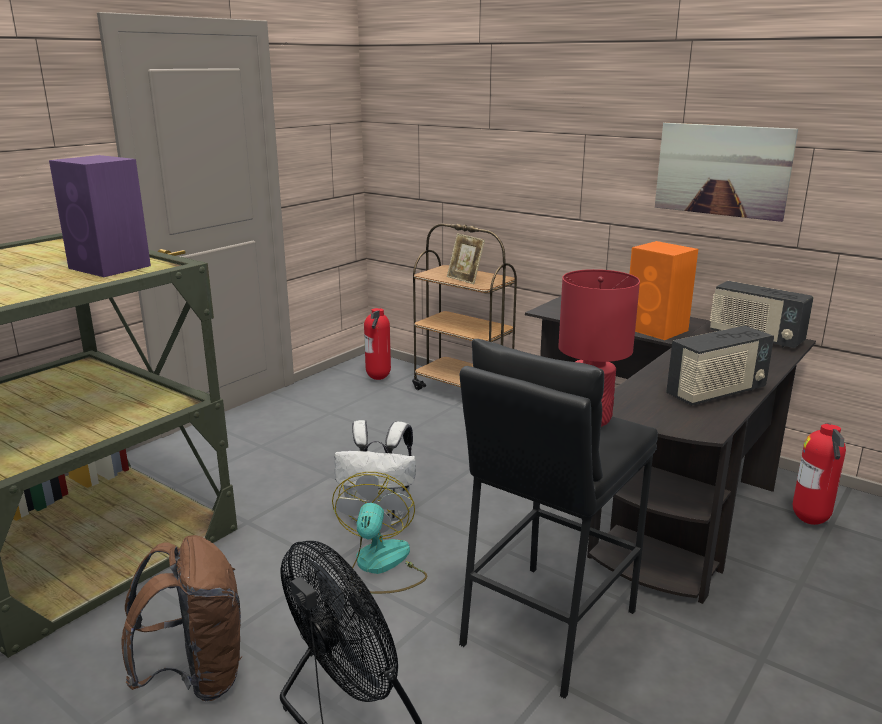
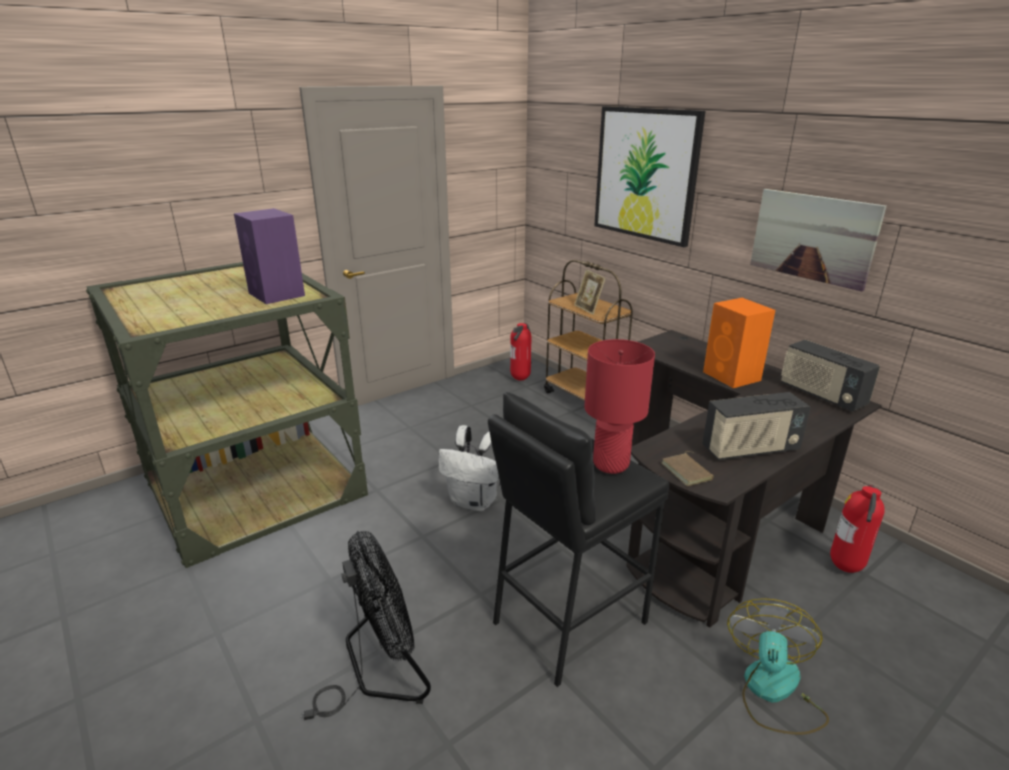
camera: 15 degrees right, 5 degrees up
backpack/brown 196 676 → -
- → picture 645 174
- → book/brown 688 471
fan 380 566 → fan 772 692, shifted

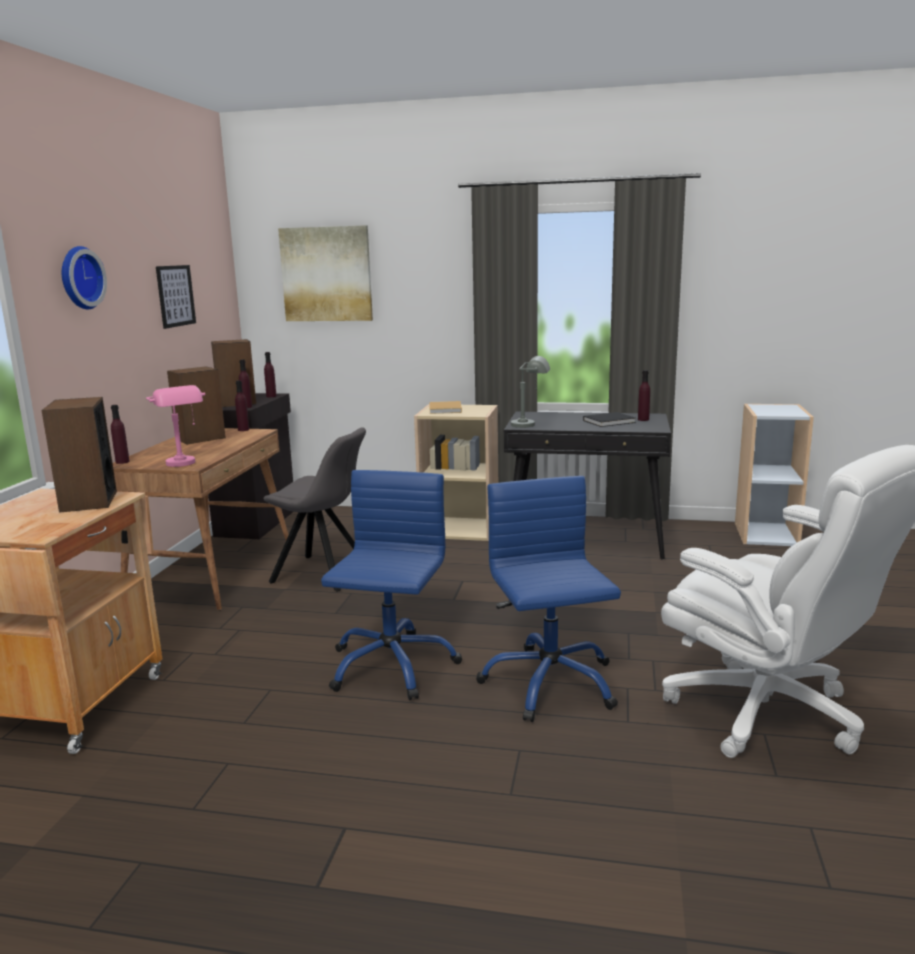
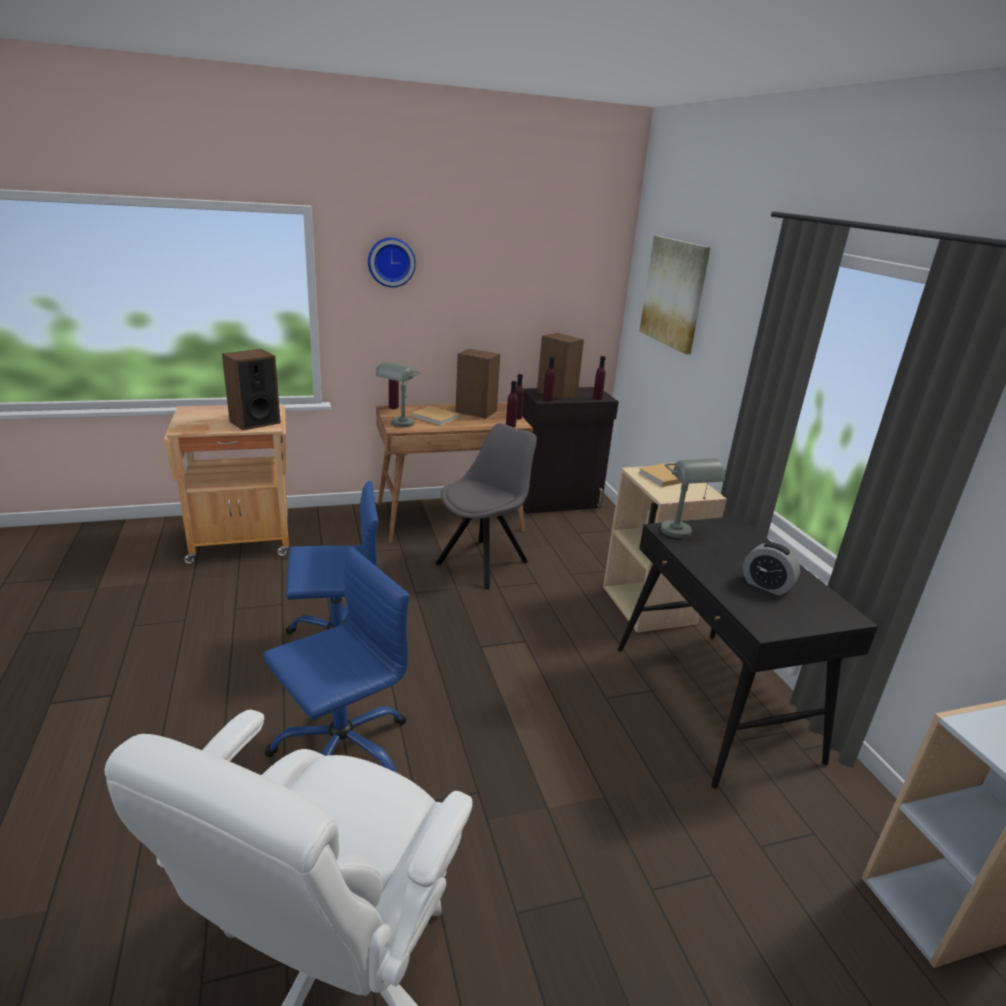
camera: 60 degrees right, 10 degrees up
picture 175 296 → -
- → book/beige 436 417
bottle/purple 643 419 → bottle/purple 510 426, shifted
book/black 610 421 → alarm clock 766 586
table lamp/pink 185 465 → table lamp/grey 399 425
chair/grey 322 573 → chair/grey 483 562, 135 degrees counterclockwise

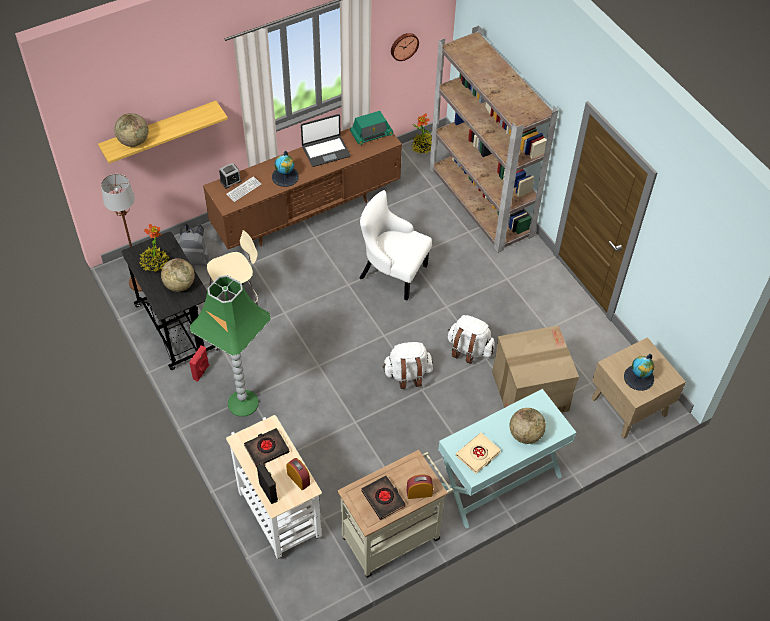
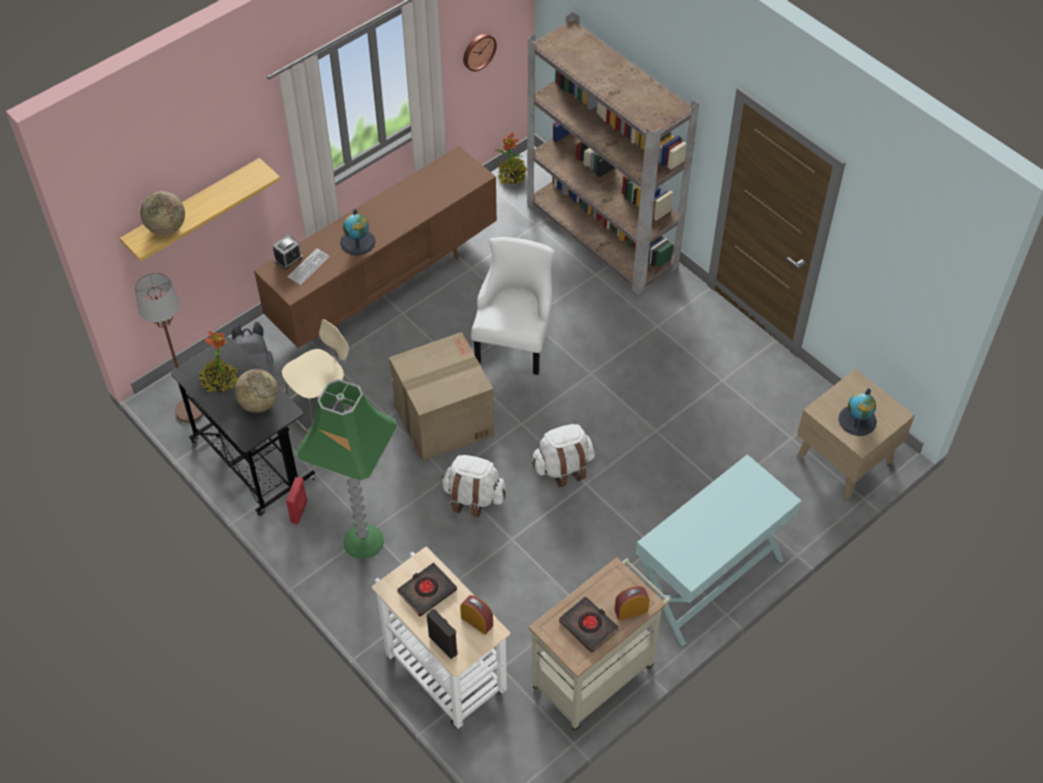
camera: 10 degrees left, 0 degrees up
laptop 325 151 → -
radio 371 134 → -
book/beige 478 454 → -
globe 525 434 → -
backpack/white 469 349 → backpack/white 473 497, shifted
cardboard box 529 391 → cardboard box 443 419, shifted
chair/white 394 274 → chair/white 515 343, 90 degrees clockwise

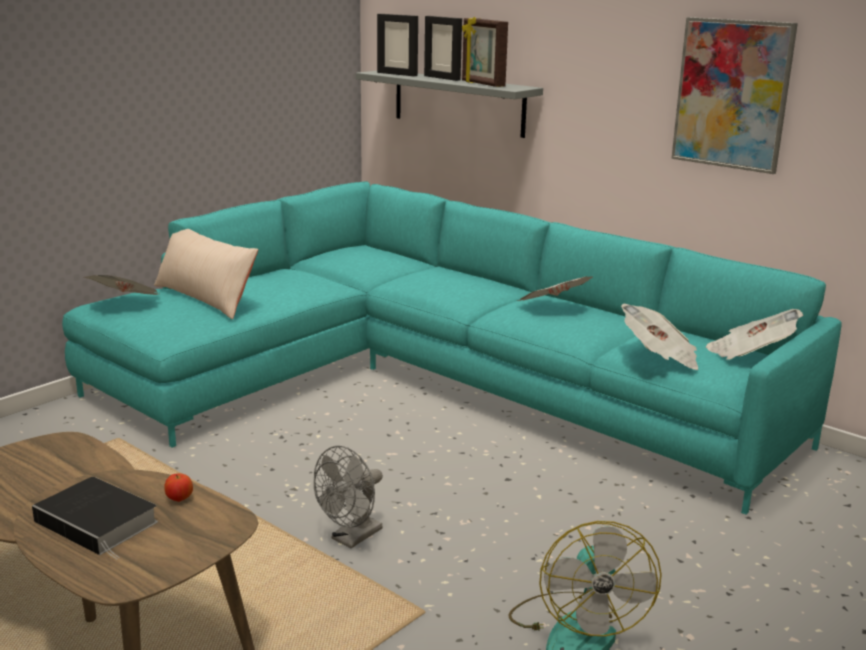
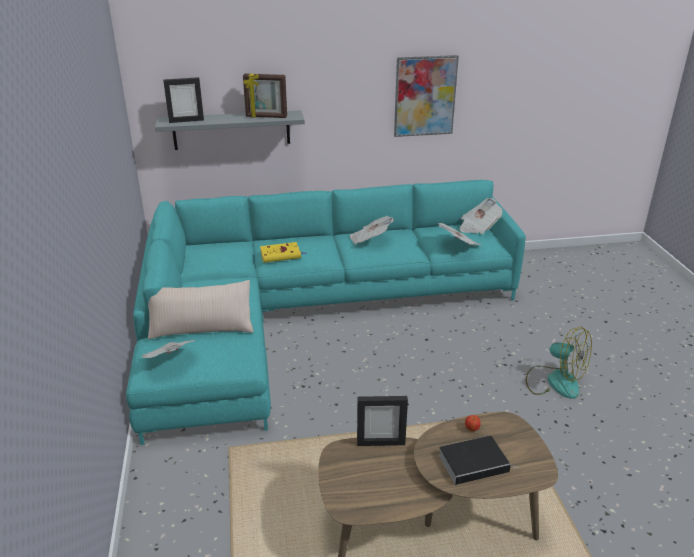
camera: 50 degrees left, 10 degrees up
fan/grey 351 538 → -
- → book/yellow 281 255
picture frame 442 78 → picture frame 380 442, shifted

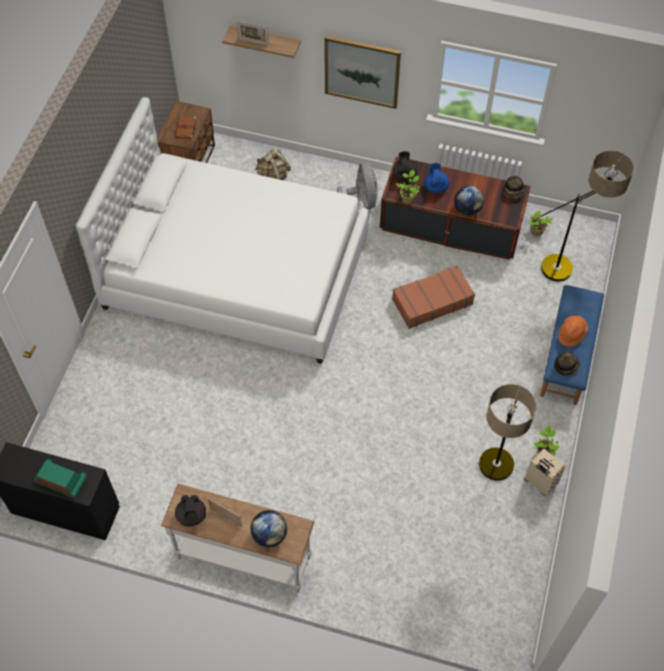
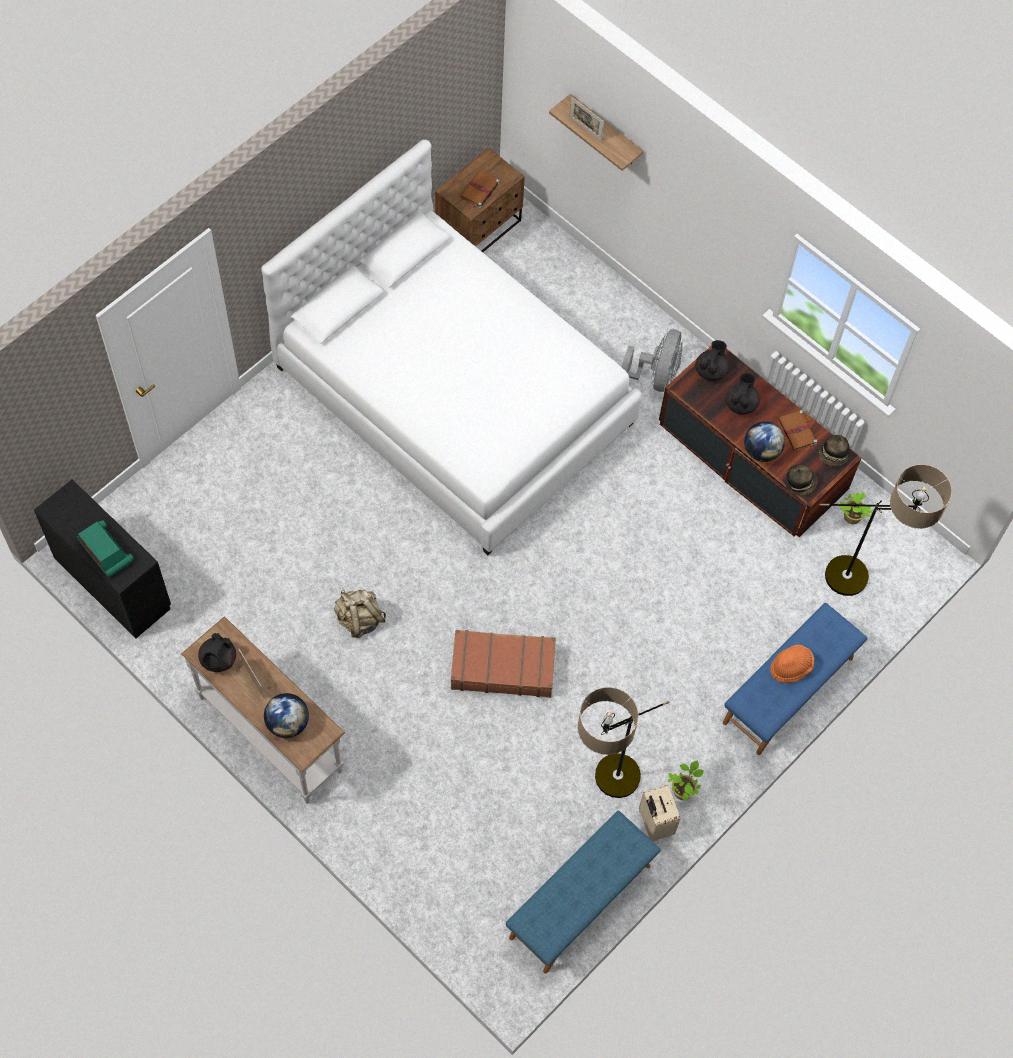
camera: 25 degrees right, 5 degrees up
picture 362 71 → -
potted plant 408 198 → -
- → bench/blue 581 902
- → book/brown 797 432
backpack/beige 273 177 → backpack/beige 359 619, shifted
suitcase/brown 432 301 → suitcase/brown 502 668, shifted
hat 566 366 → hat 800 483, shifted
teapot/blue 436 187 → teapot/black 741 404

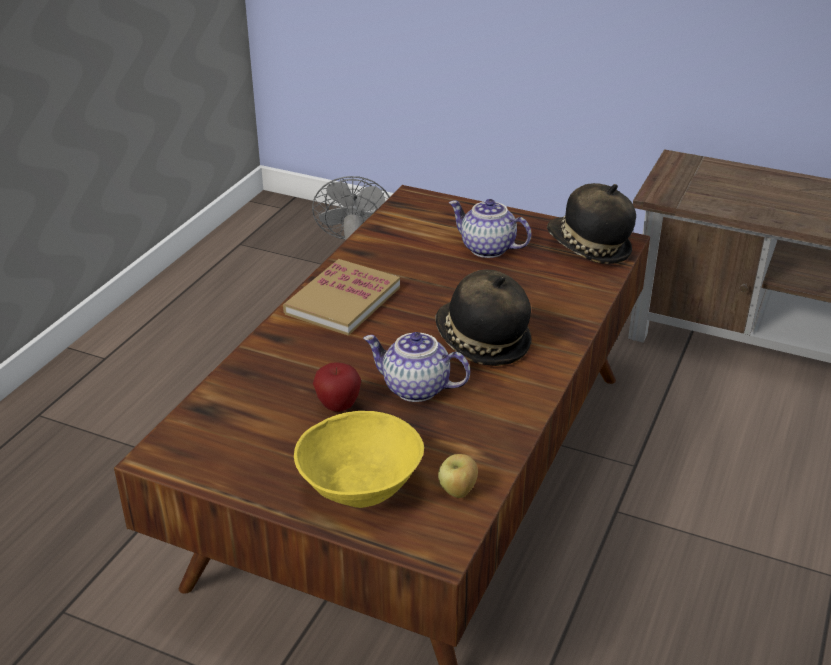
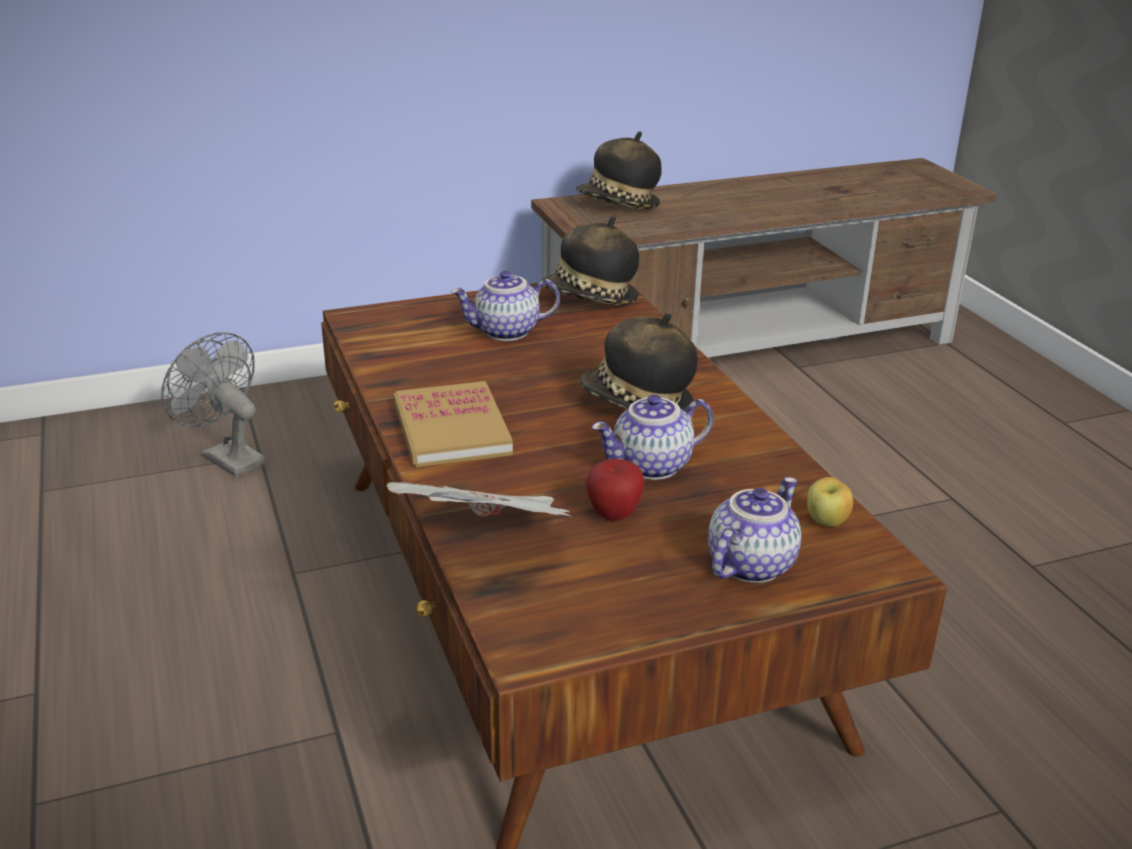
camera: 45 degrees left, 5 degrees down
- → newspaper 488 539
- → hat 618 205
bowl/yellow 359 485 → teapot 749 564

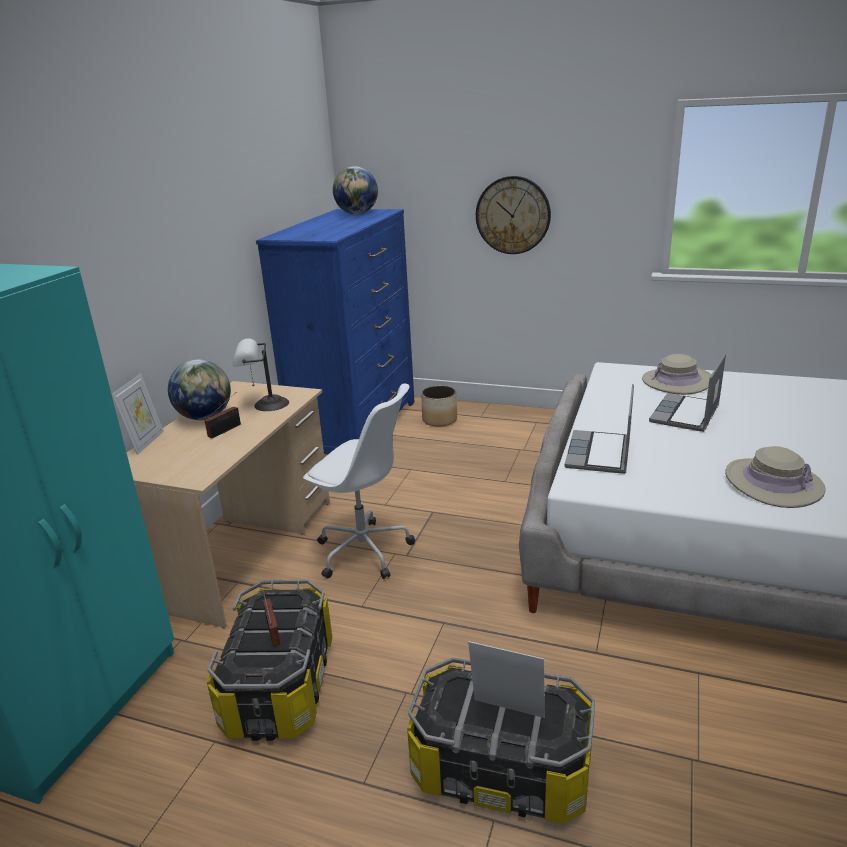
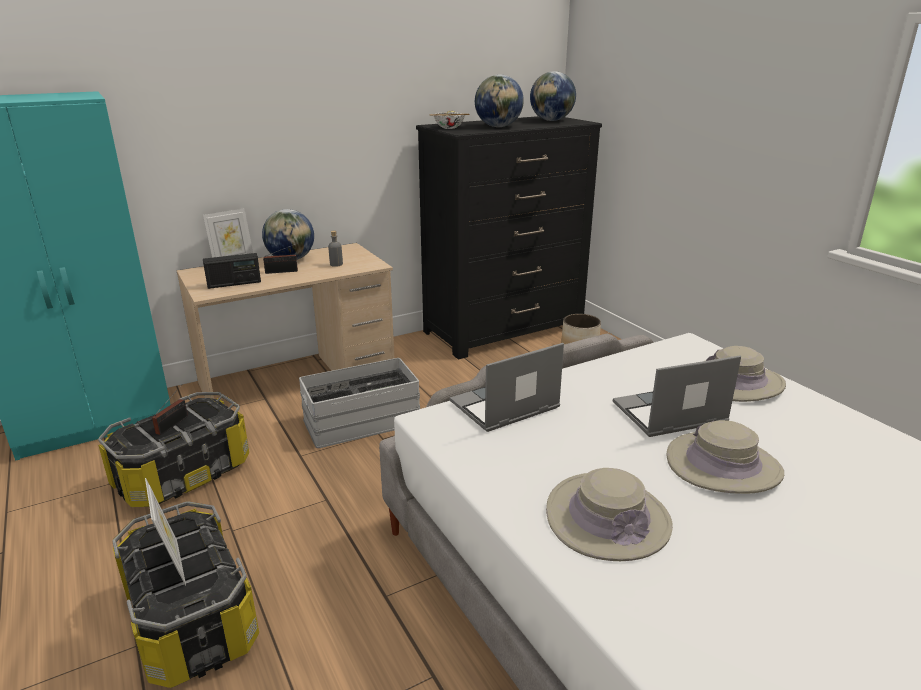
camera: 40 degrees right, 0 degrees up
wall clock 513 215 → -
- → radio 234 283
- → bowl 449 128
- → globe 498 127
- → hat/beige 723 465
table lamp 264 405 → bottle/grey 336 264
office chair/white 366 552 → storage box/grey 361 422
dresser/blue 357 427 → dresser/black 504 329

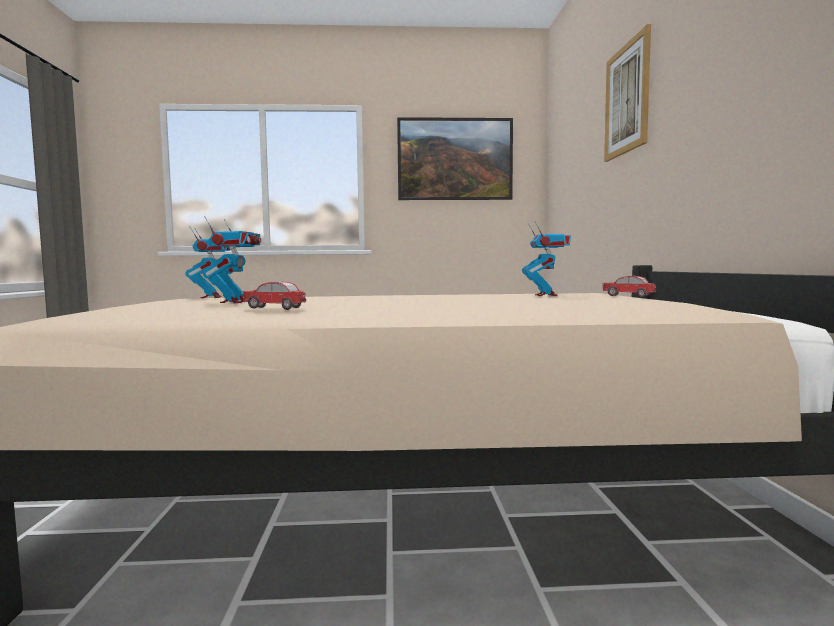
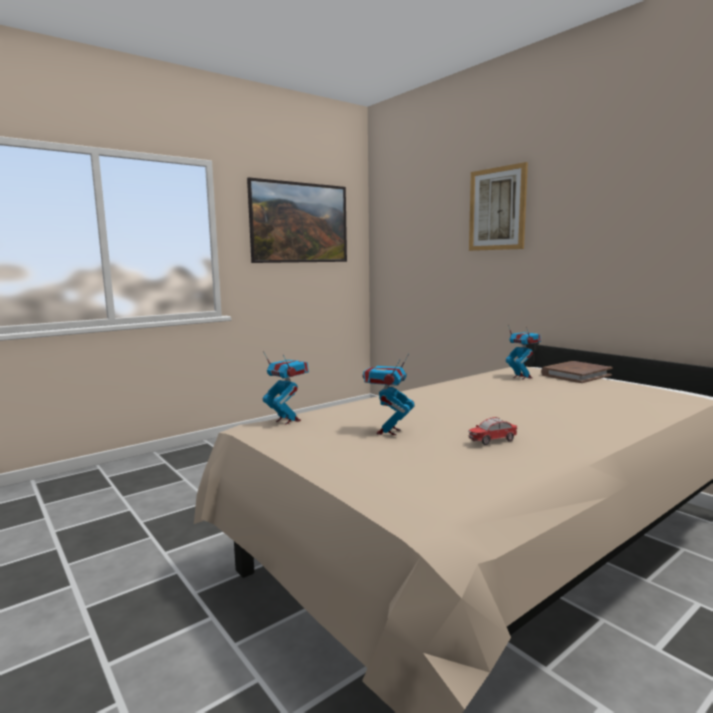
camera: 35 degrees left, 5 degrees up
toy car 628 296 → book/brown 576 375
toy robot 235 302 → toy robot 388 431, 135 degrees counterclockwise

